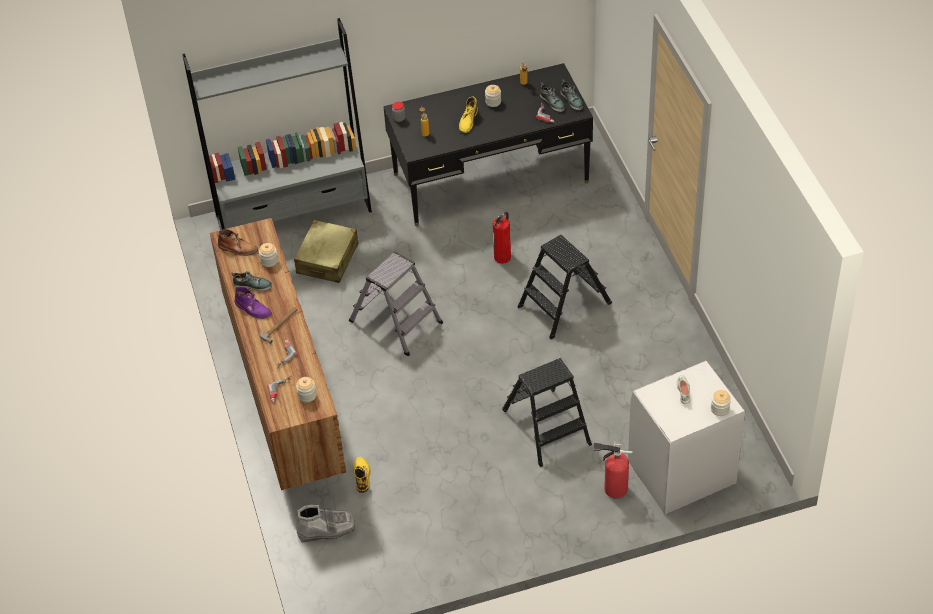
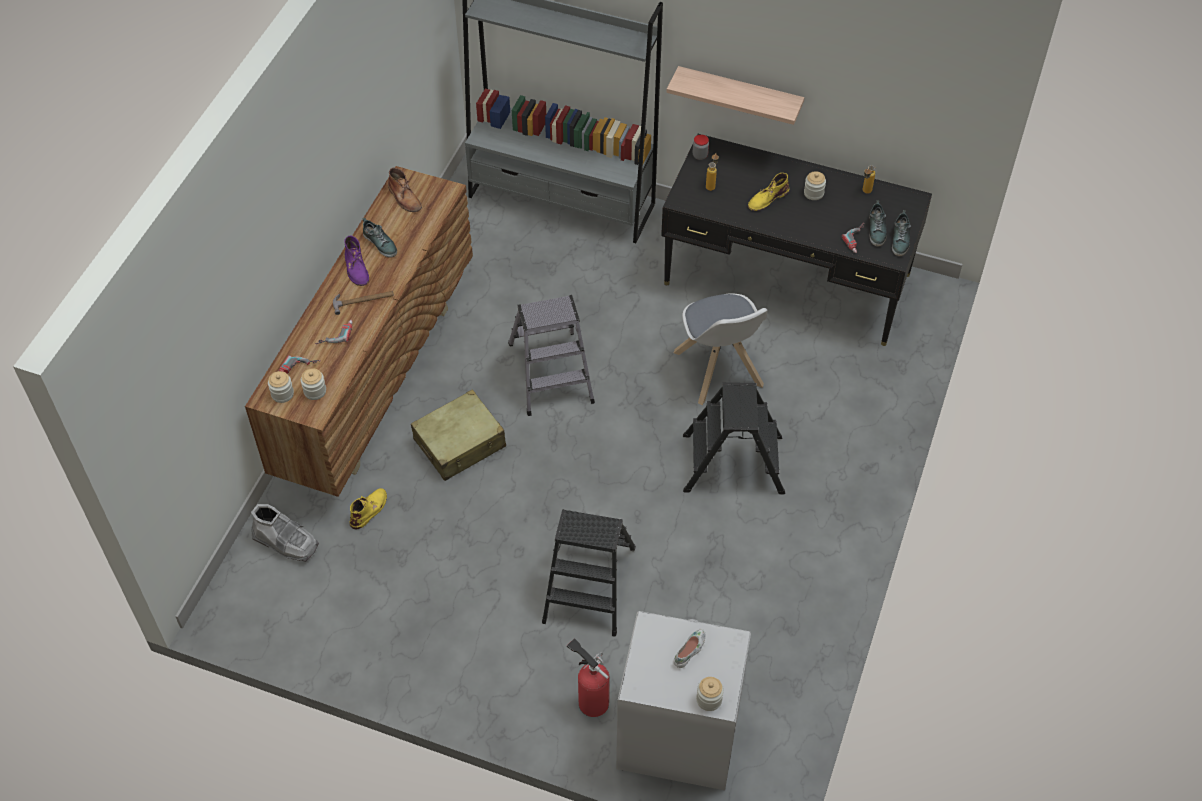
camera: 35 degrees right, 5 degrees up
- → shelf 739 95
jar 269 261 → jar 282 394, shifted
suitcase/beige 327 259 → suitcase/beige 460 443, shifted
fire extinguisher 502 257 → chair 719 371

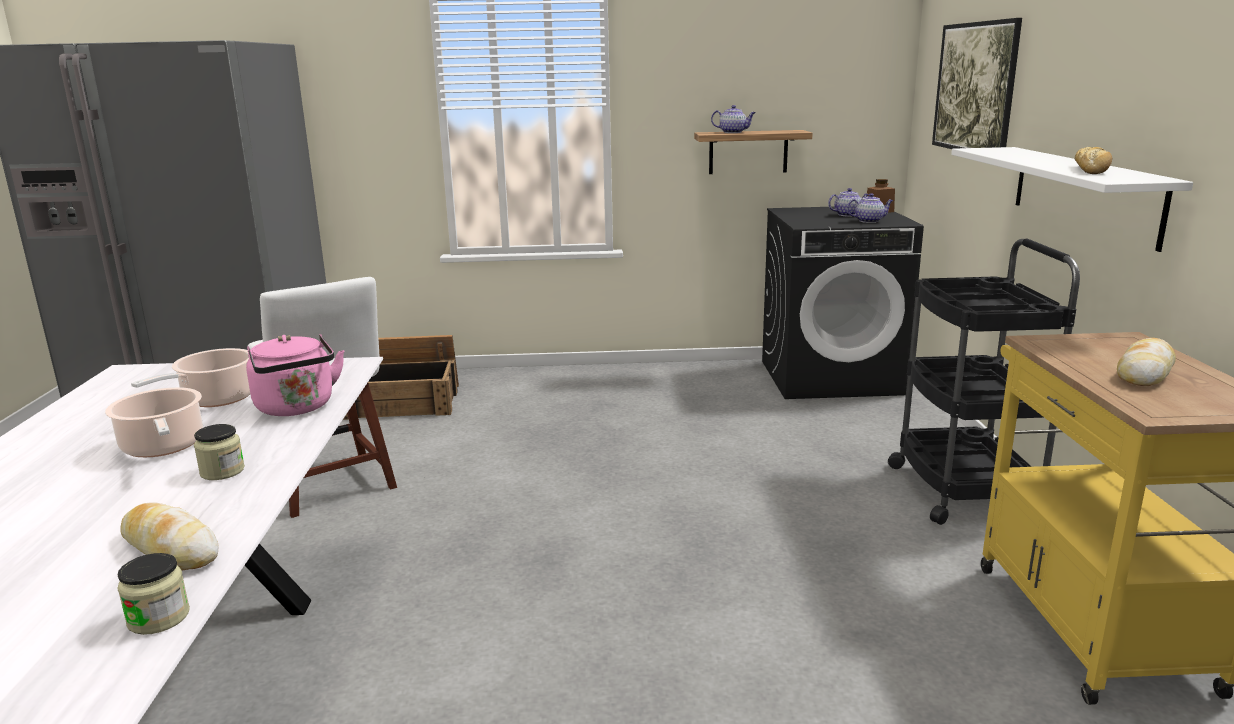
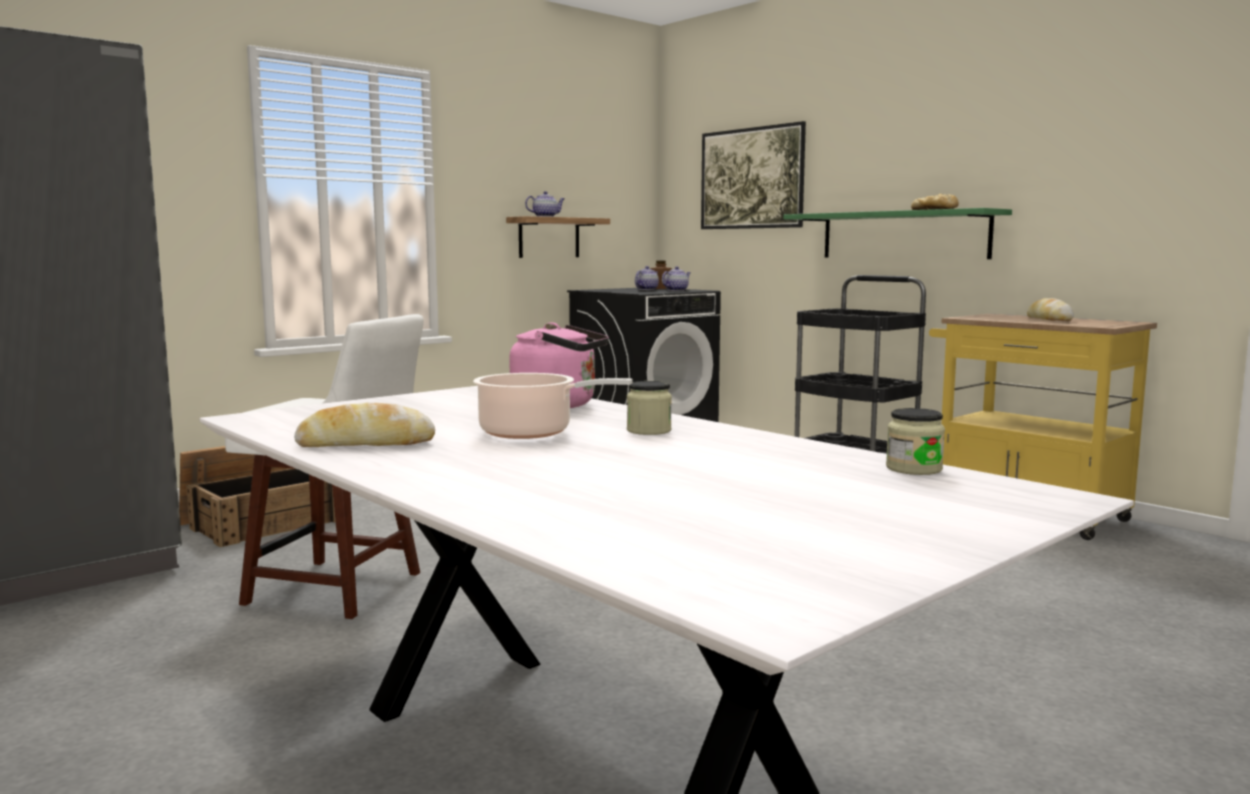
camera: 40 degrees left, 10 degrees down
cooking pot 215 399 → -
bread 170 548 → bread 365 444, shifted
shelf/white 1084 193 → shelf/green 903 235

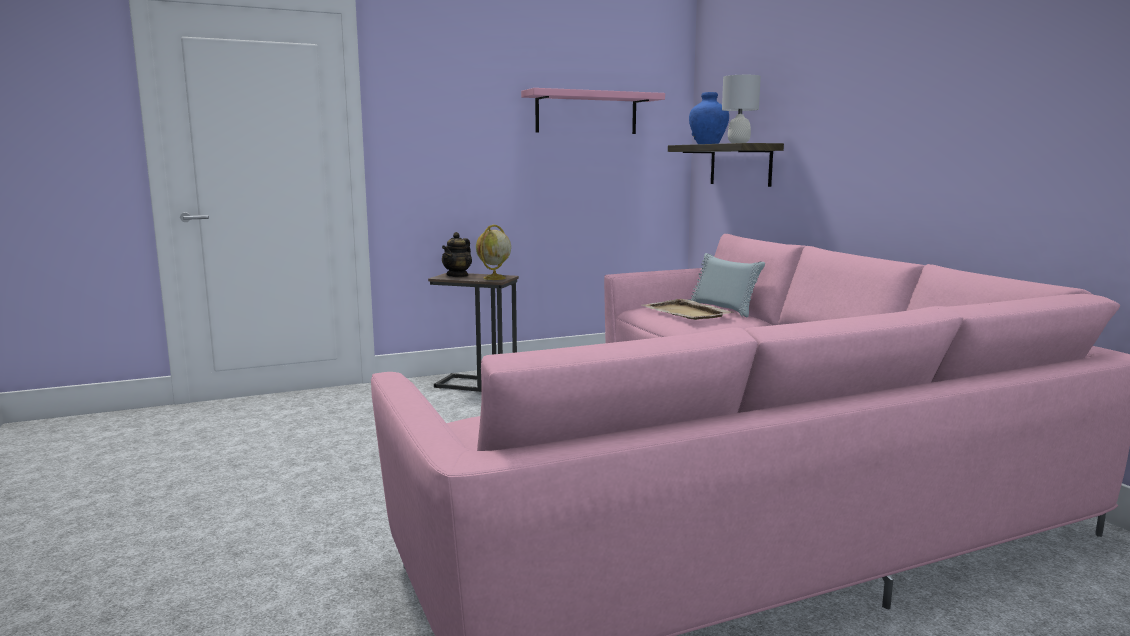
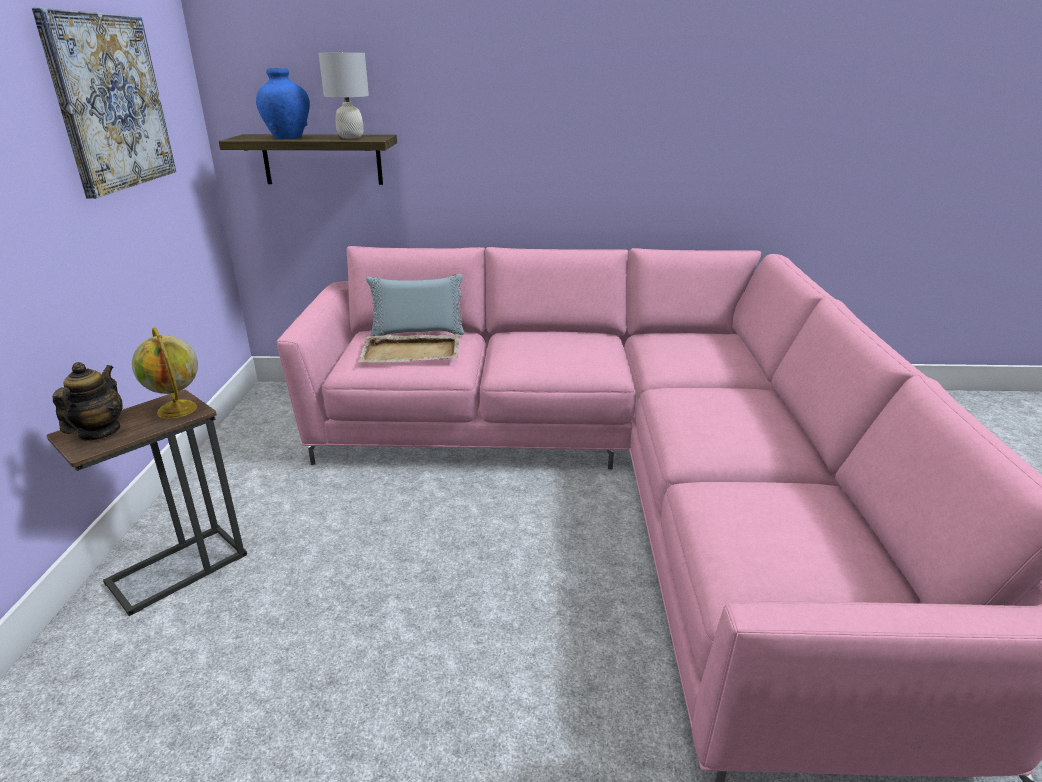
camera: 65 degrees left, 15 degrees up
shelf/pink 586 113 → picture 110 102
teapot 457 275 → teapot 99 432, 135 degrees counterclockwise

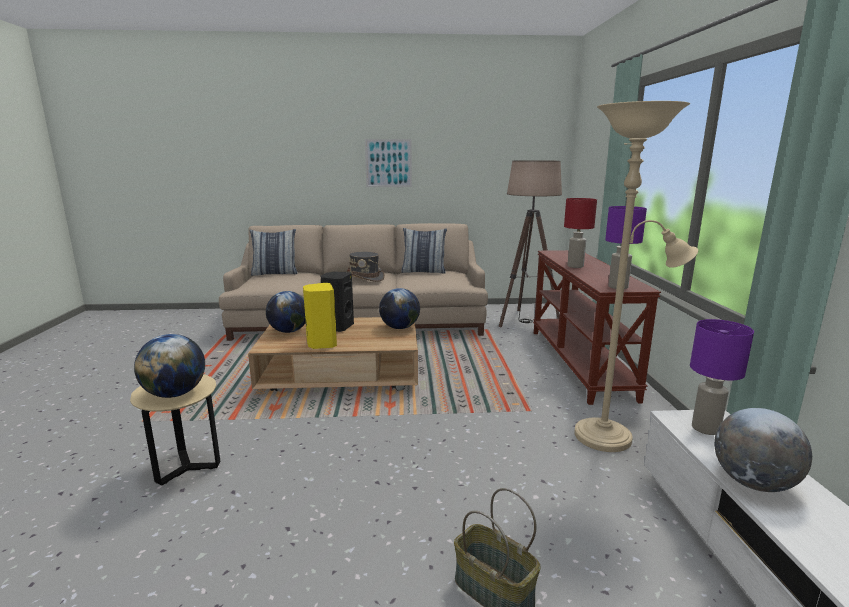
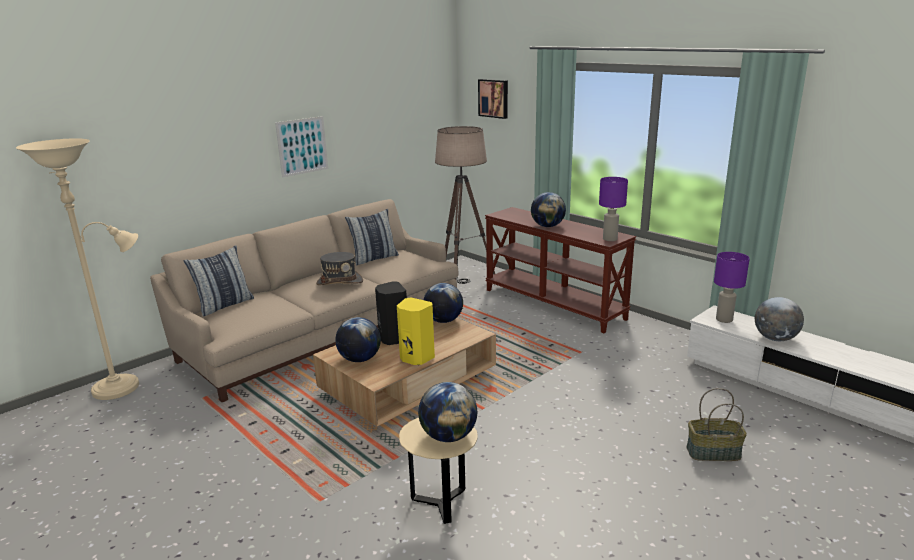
camera: 40 degrees left, 5 degrees up
- → picture 494 98
floor lamp/beige 610 436 → floor lamp/beige 122 386, shifted
table lamp/red 575 266 → globe 547 226

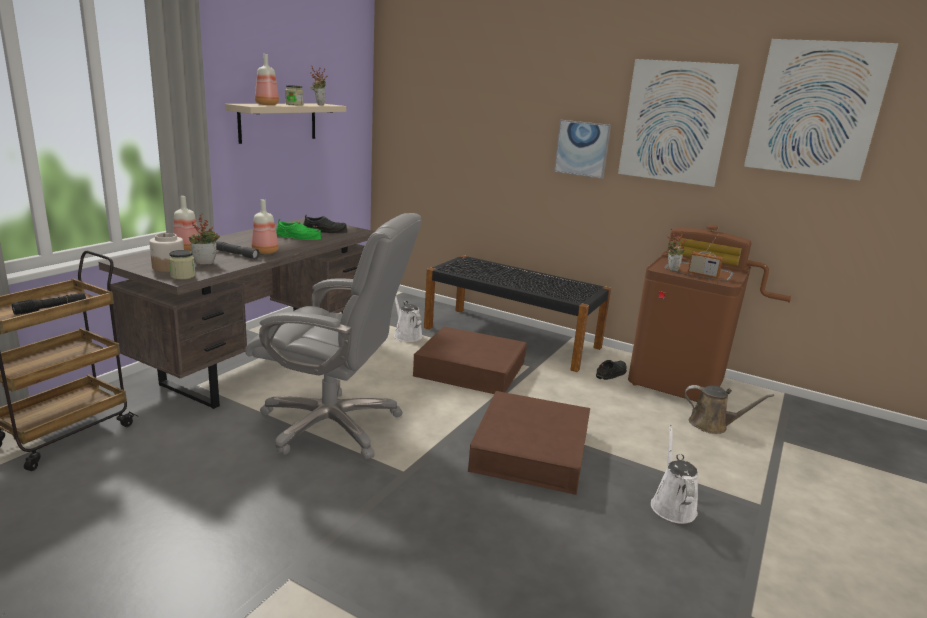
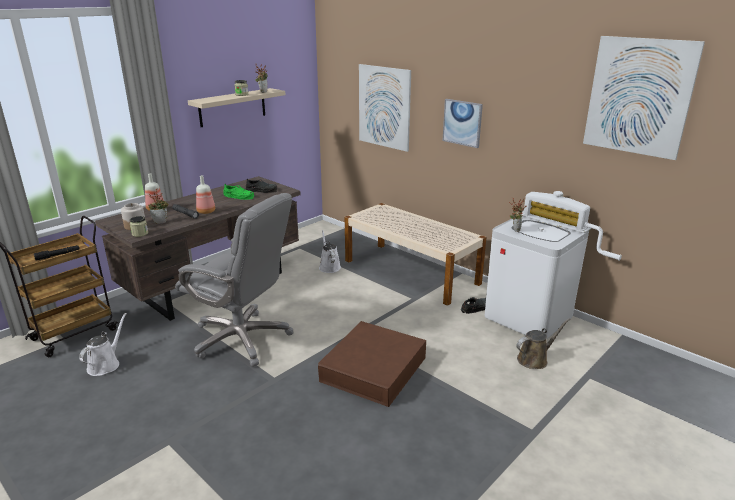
camera: 15 degrees right, 5 degrees up
bottle 267 104 → -
storage box/brown 470 369 → -
radio 703 274 → -
picture 675 122 → picture 384 107, shifted
watering can/white 672 505 → watering can/white 105 364, shifted
bench/black 512 337 → bench/beige 411 272
washing machine/brown 679 382 → washing machine/white 530 319
watering can/brown 712 425 → watering can/brown 535 359, 60 degrees counterclockwise

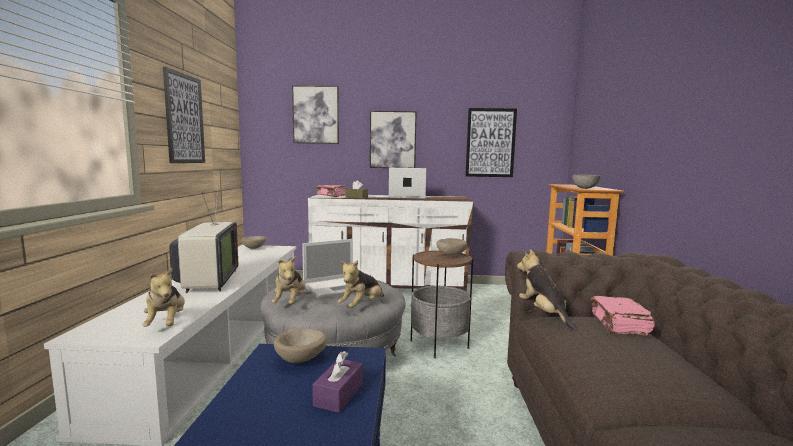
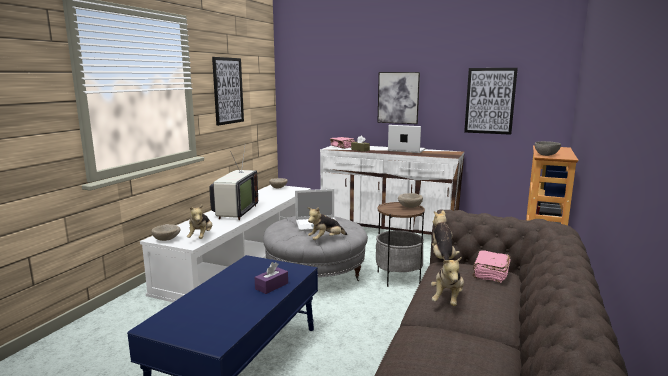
camera: 20 degrees right, 5 degrees up
picture 316 115 → -
plush toy 290 302 → plush toy 447 299, shifted
bowl/beige 302 359 → bowl/beige 167 239, shifted

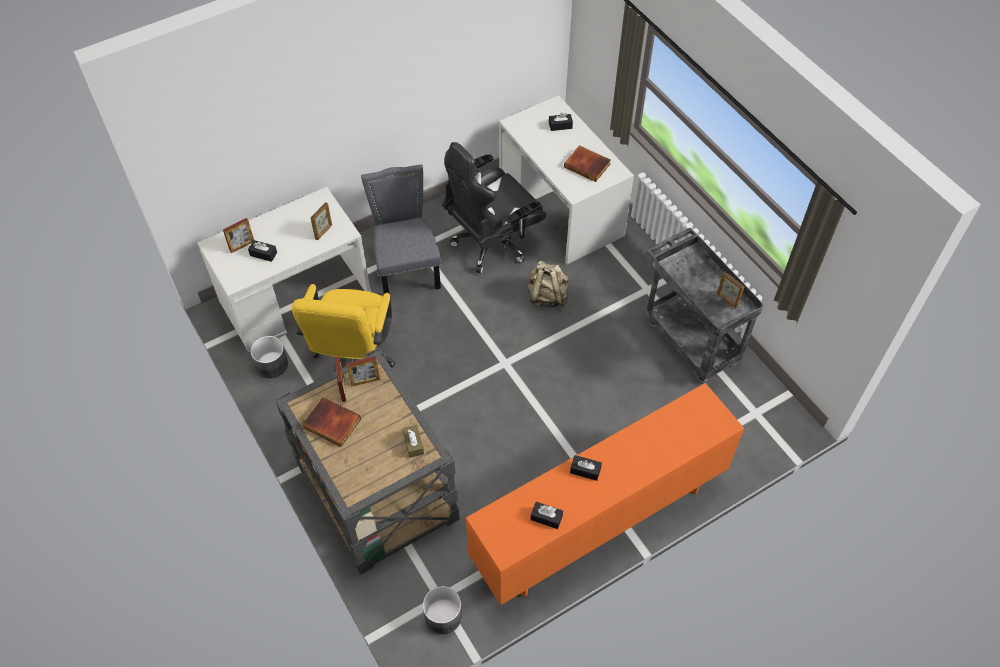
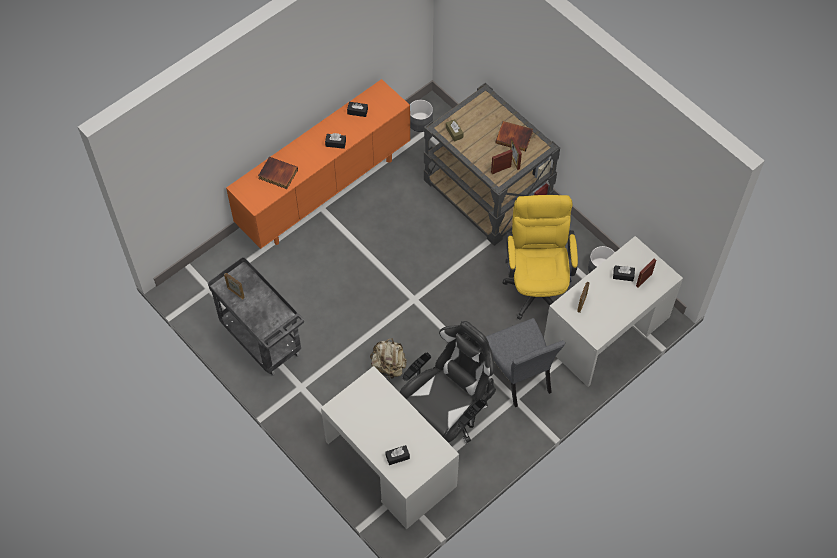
camera: 170 degrees right, 5 degrees up
book 587 165 → book 277 174, shifted

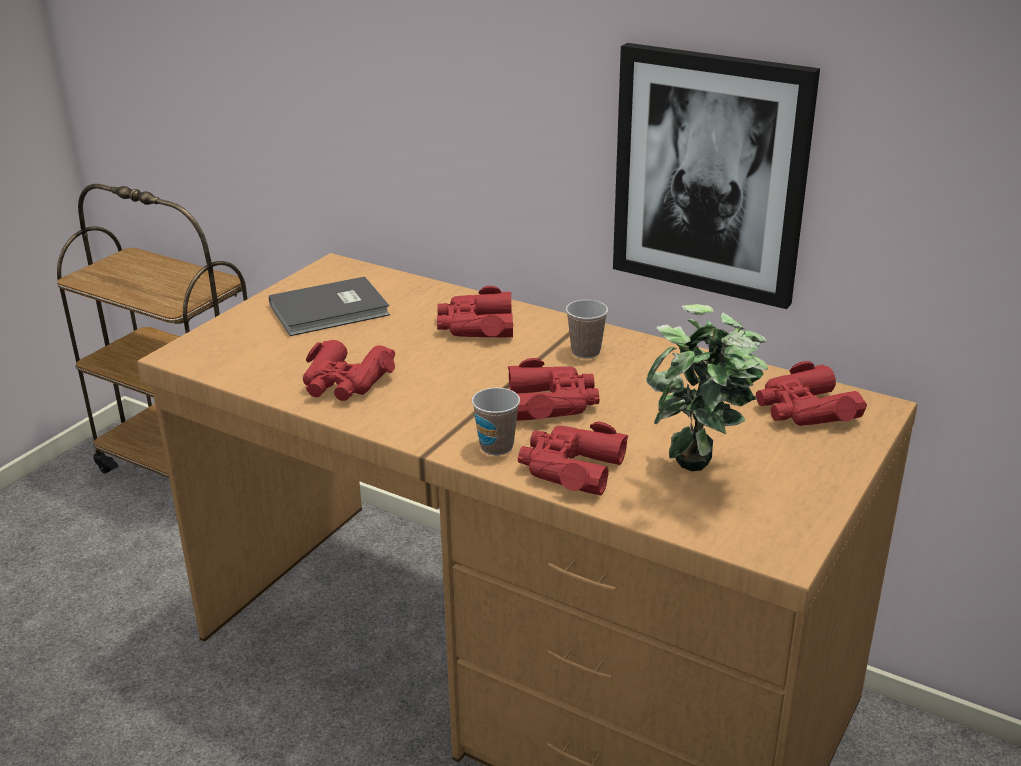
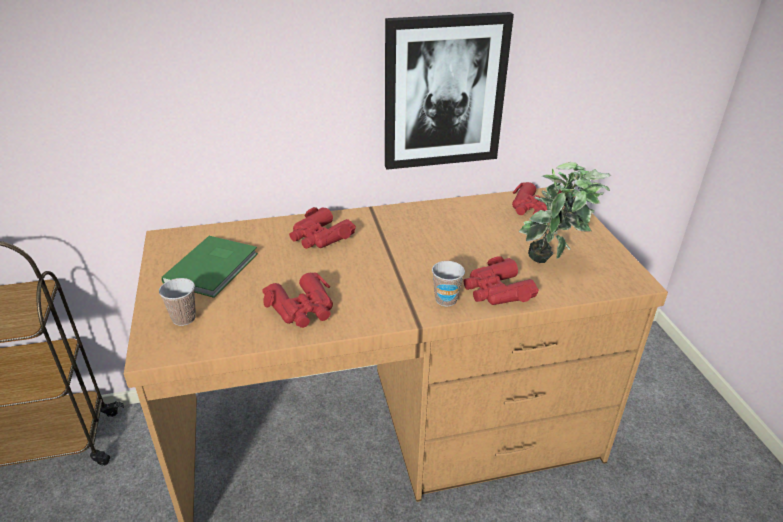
camera: 45 degrees left, 5 degrees up
binoculars/red 552 402 → -
cup 585 352 → cup 184 318, shifted
book/grey 331 310 → book/green 214 268

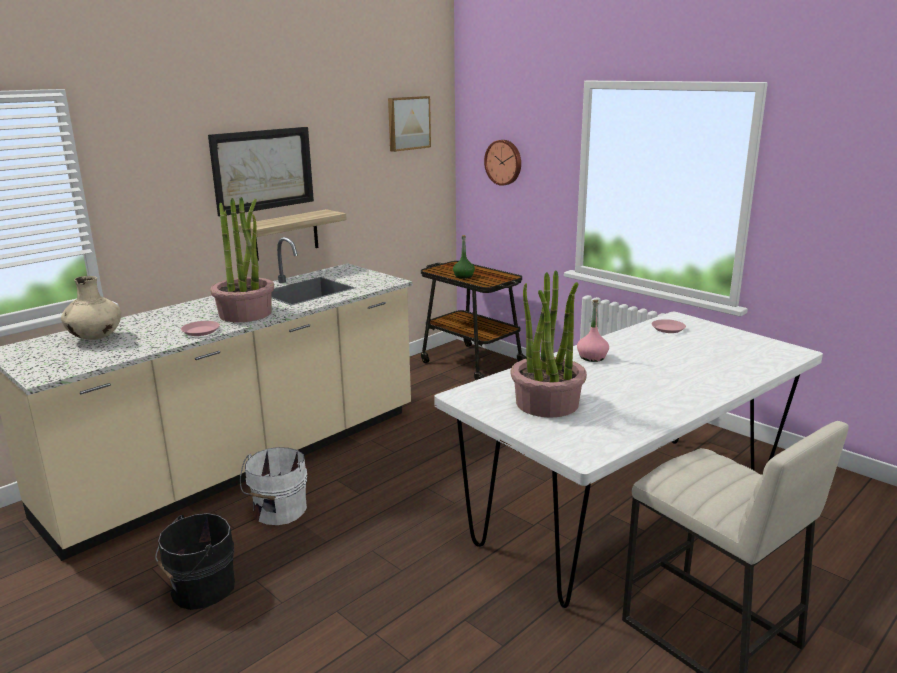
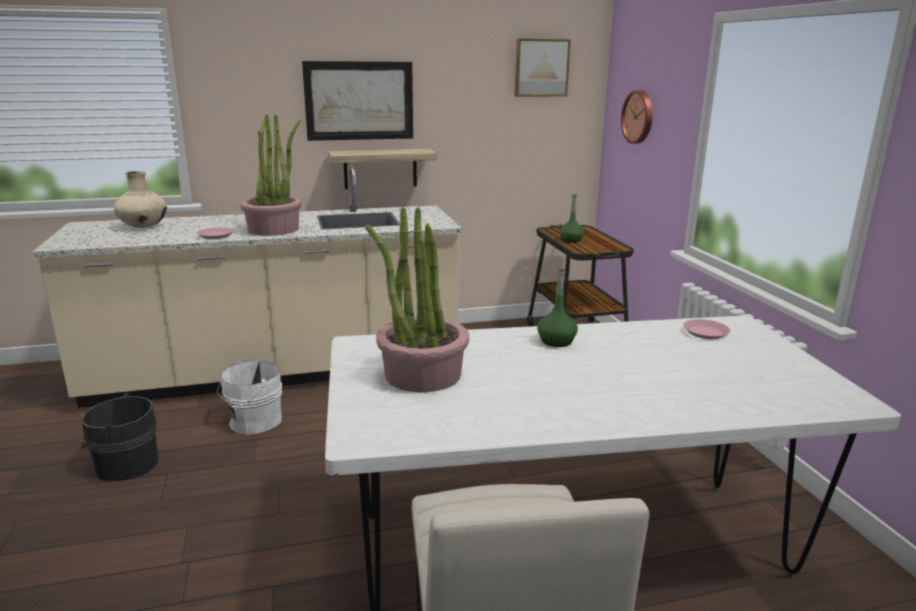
camera: 30 degrees right, 0 degrees up
bottle/pink 592 357 → bottle/green 556 341

